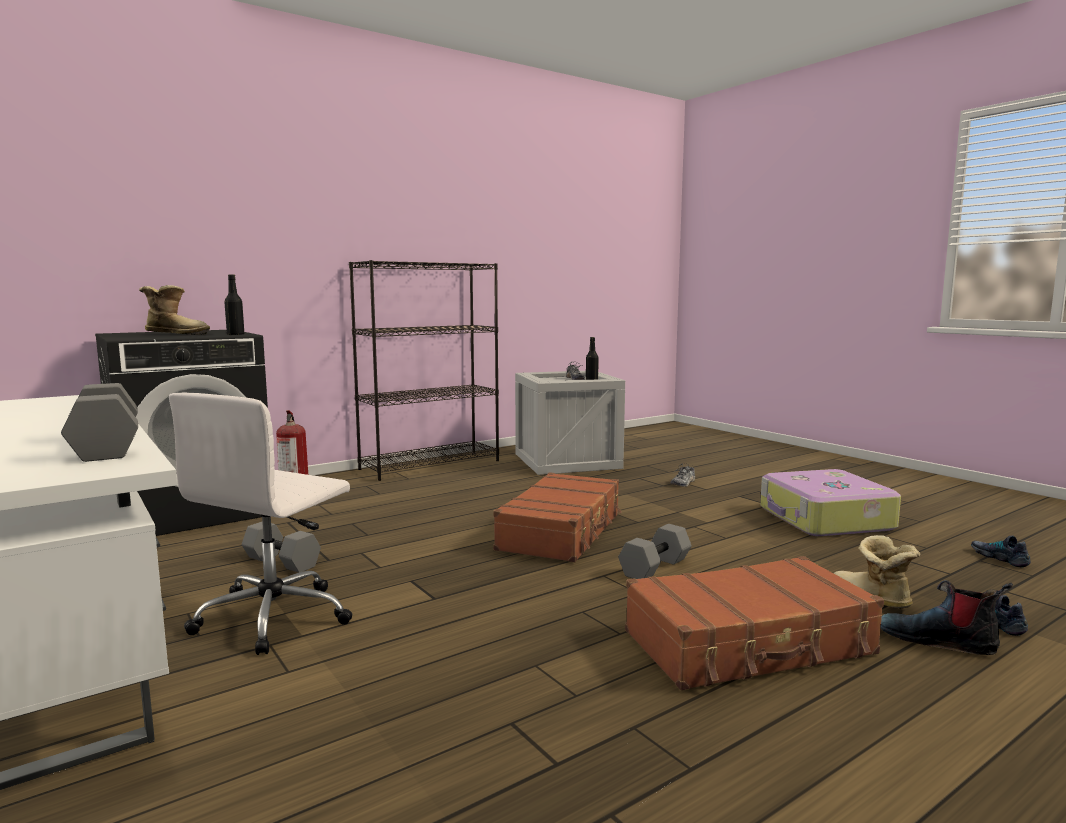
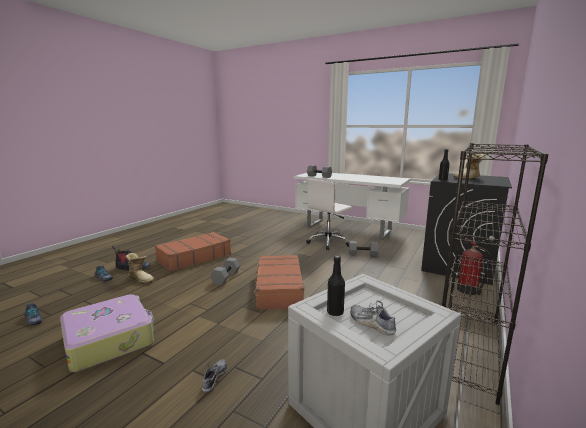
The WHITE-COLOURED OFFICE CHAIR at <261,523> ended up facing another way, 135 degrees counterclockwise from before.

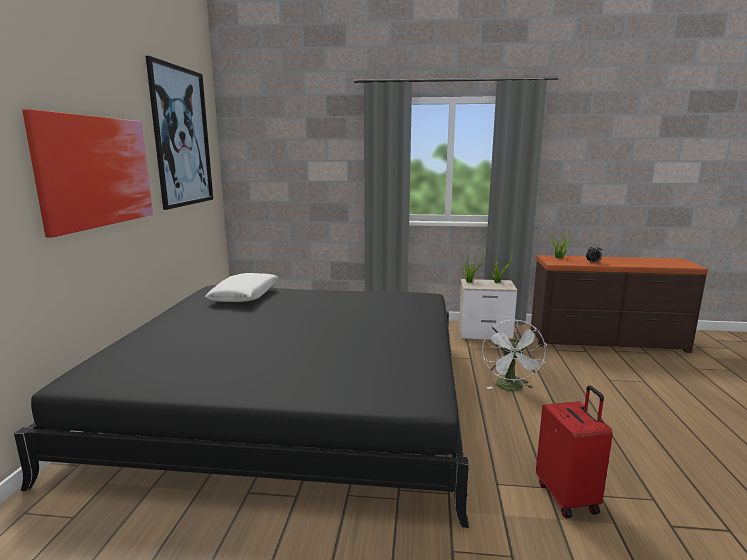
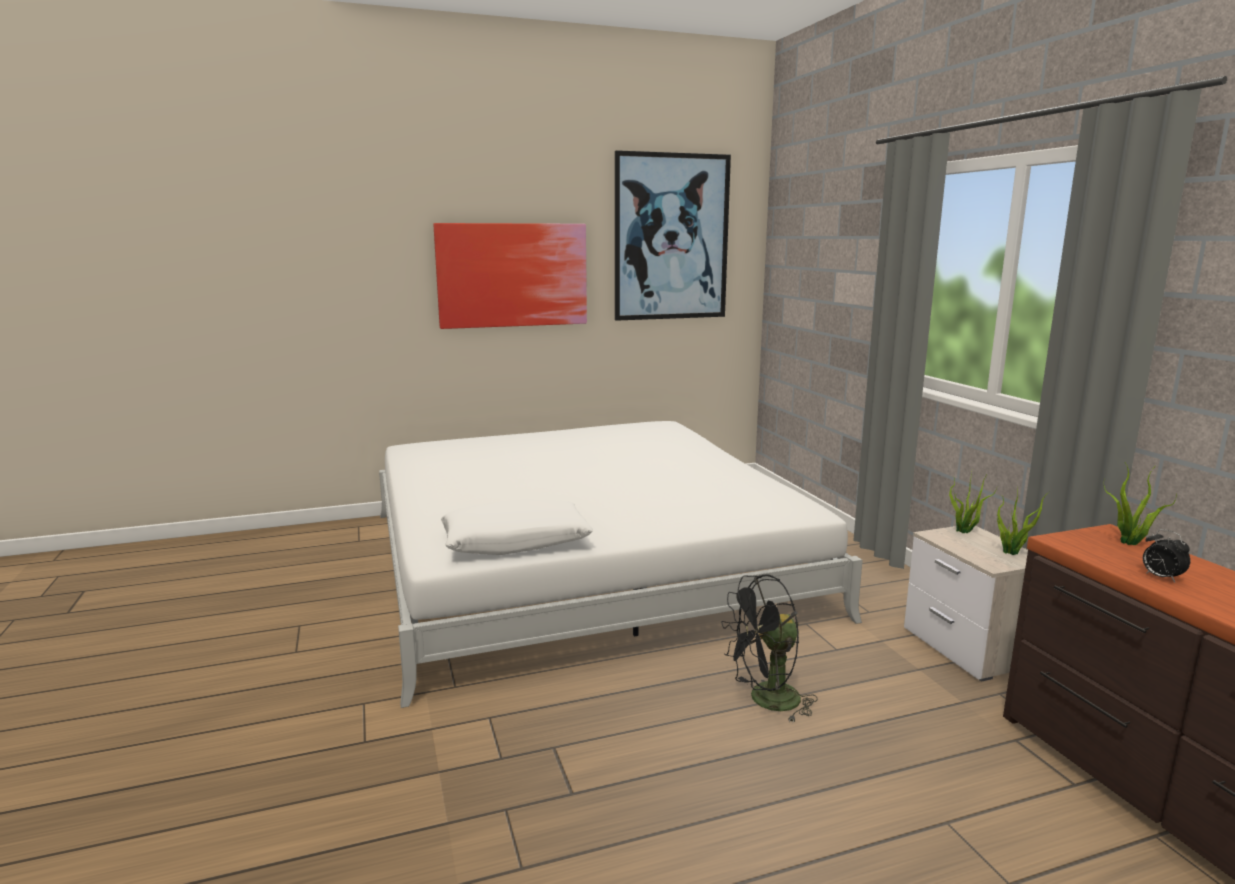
What was the BLACKISH SLEEPING BED at <241,406> turned into the WHITE-COLOURED SLEEPING BED at <621,564>.
The WHITE-COLOURED PILLOW ended up elsewhere, having gone from <242,287> to <517,527>.
What was the WHITE-COLOURED COOLING FAN at <514,355> turned into the BLACKISH COOLING FAN at <769,649>.
The second view lost the REDDISH SUITCASE at <574,451>.

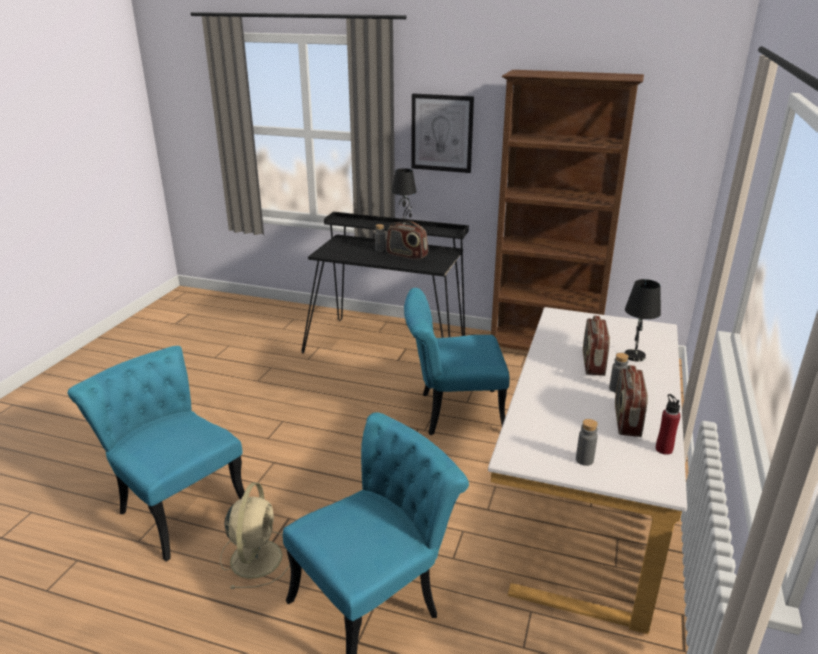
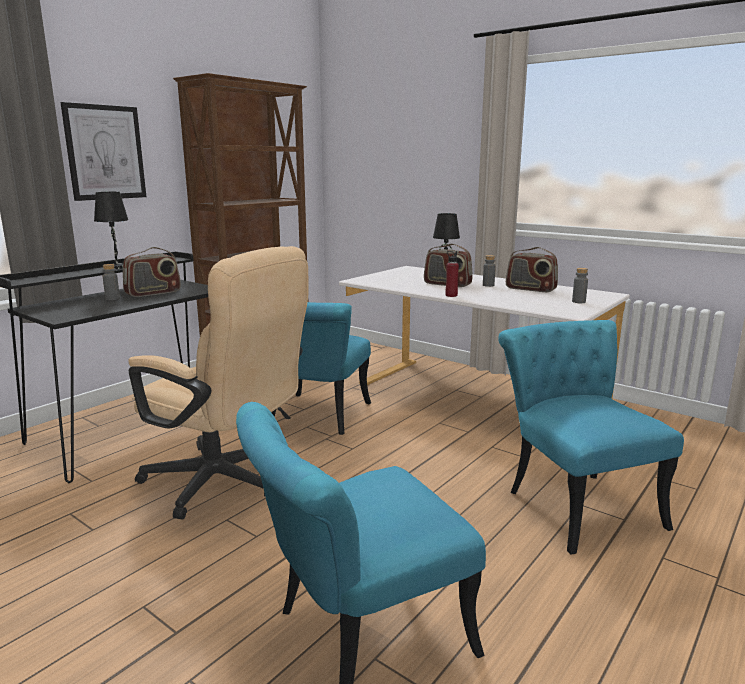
The second view lost the SAND-COLOURED COOLING FAN at <255,536>.
The REDDISH DRINK BOTTLE ended up elsewhere, having gone from <668,424> to <452,274>.
The second view gained the SAND-COLOURED OFFICE CHAIR at <218,383>.

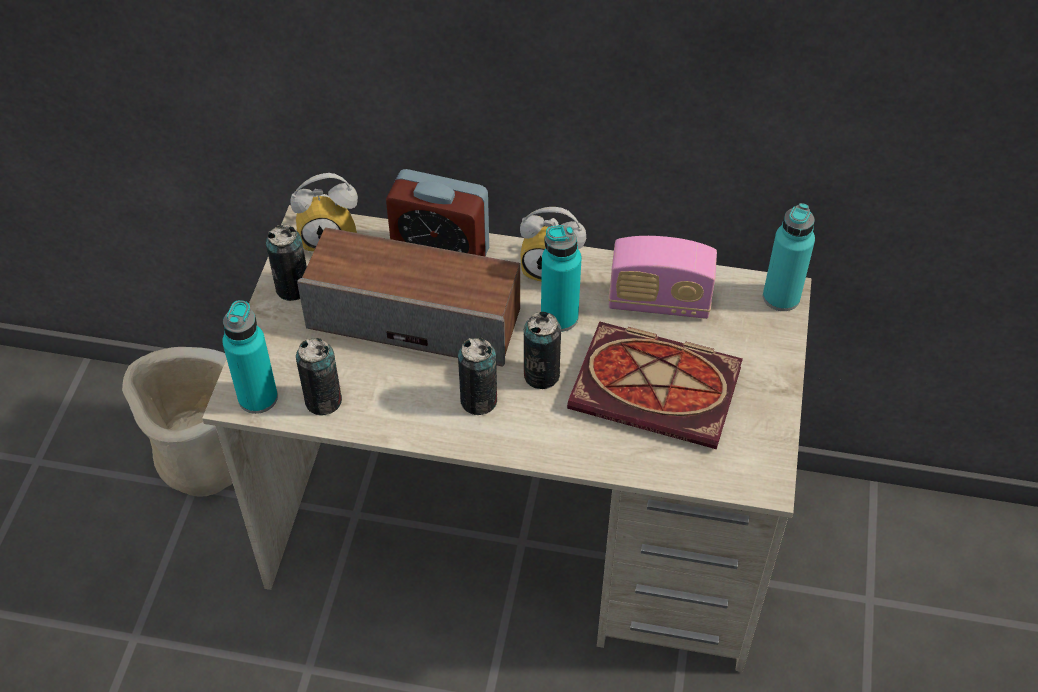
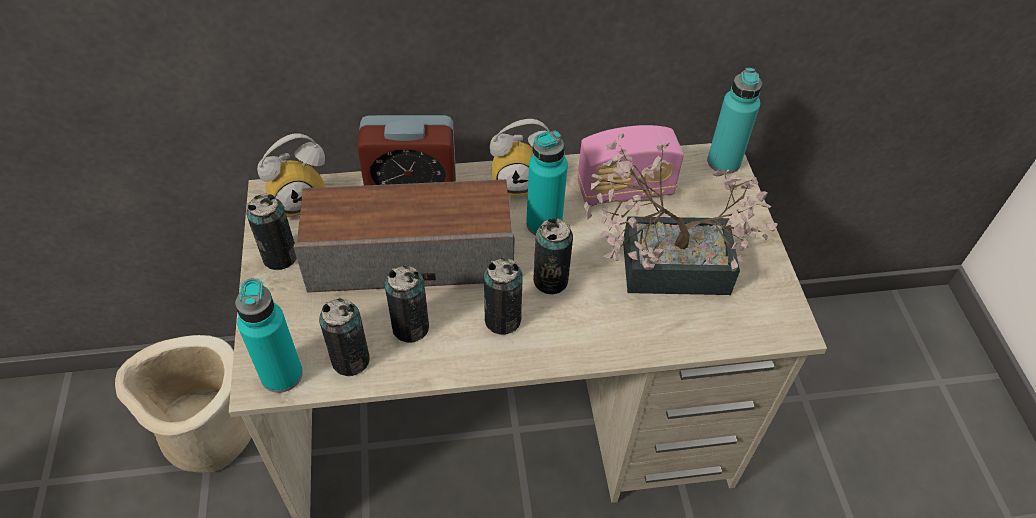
Where the BOOK stood at <655,385>, the POTTED PLANT came to stand at <681,214>.
The second view gained the CAN at <407,304>.

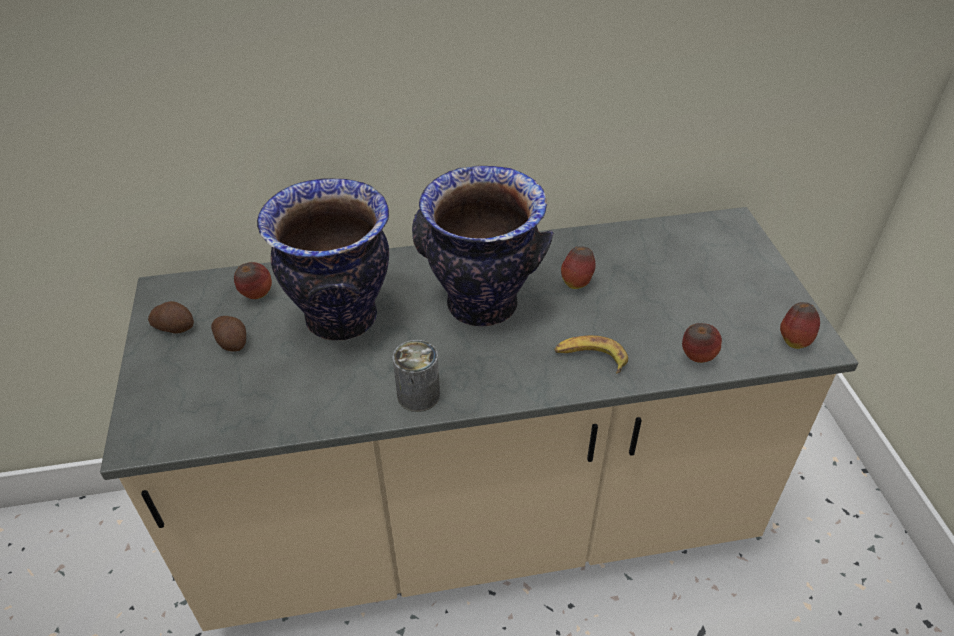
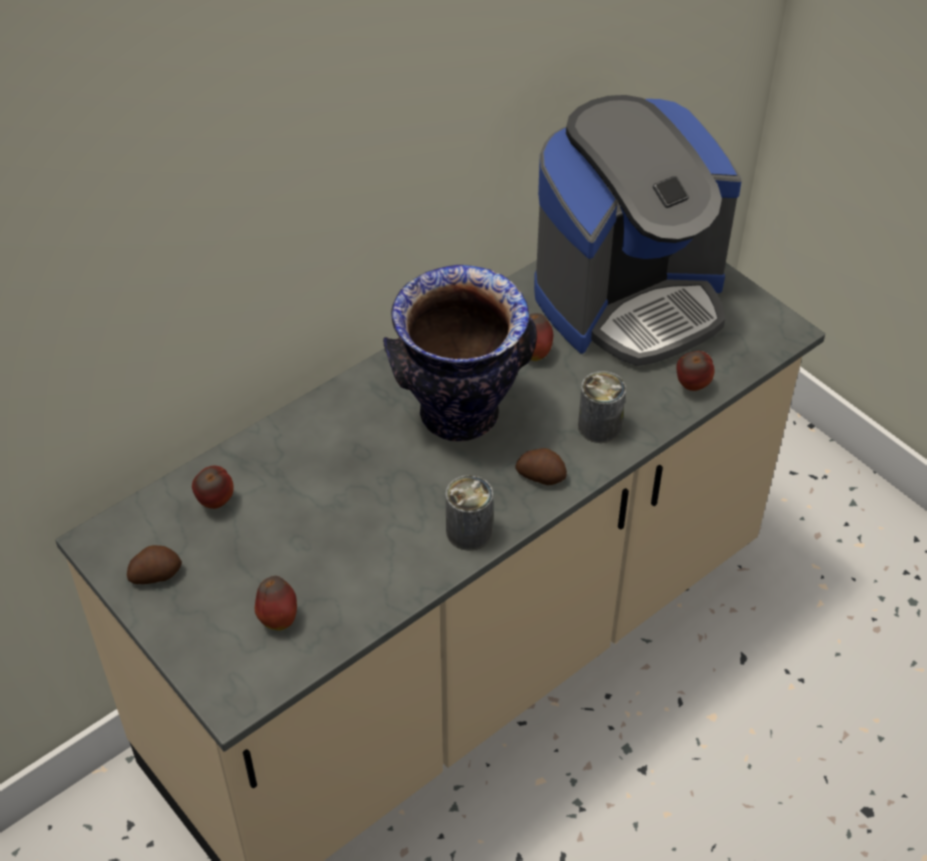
The SPUD ended up elsewhere, having gone from <228,333> to <541,466>.
The second view lost the DECORATIVE VASE at <323,259>.
Where the BANANA stood at <591,354>, the CAN came to stand at <602,407>.
The APPLE ended up elsewhere, having gone from <800,325> to <276,603>.
The second view gained the COFFEE MACHINE at <638,230>.

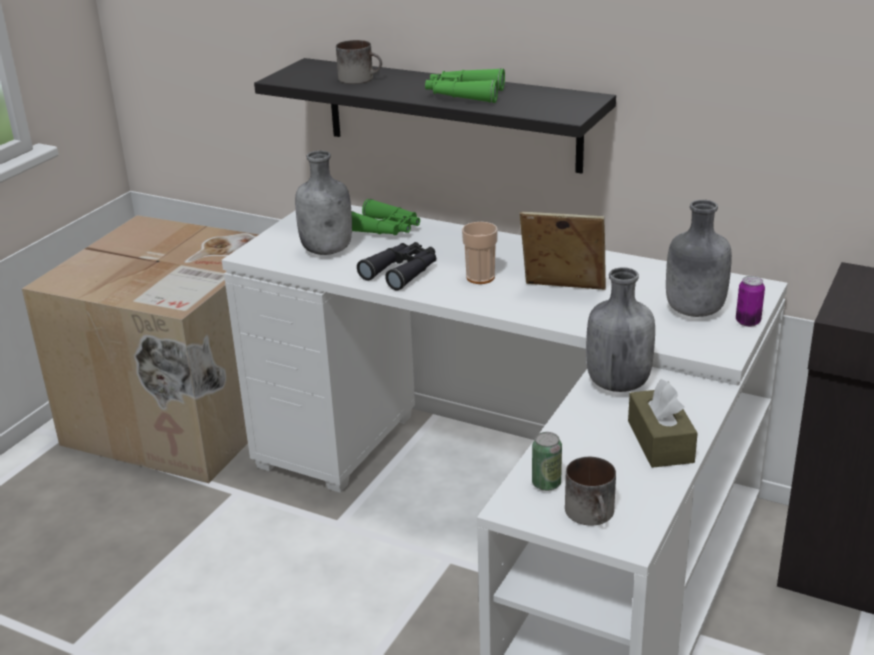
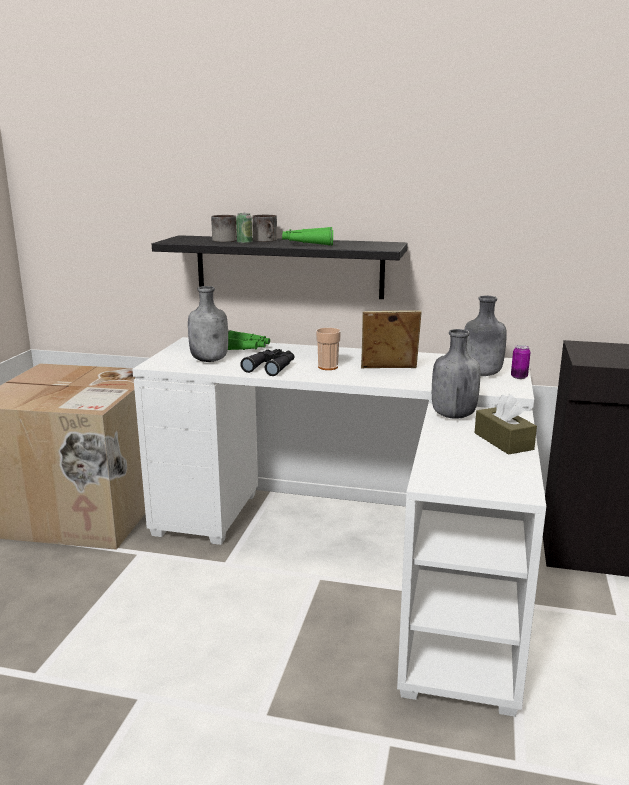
The CAN ended up elsewhere, having gone from <547,461> to <244,228>.
The TEA MUG ended up elsewhere, having gone from <590,491> to <264,228>.

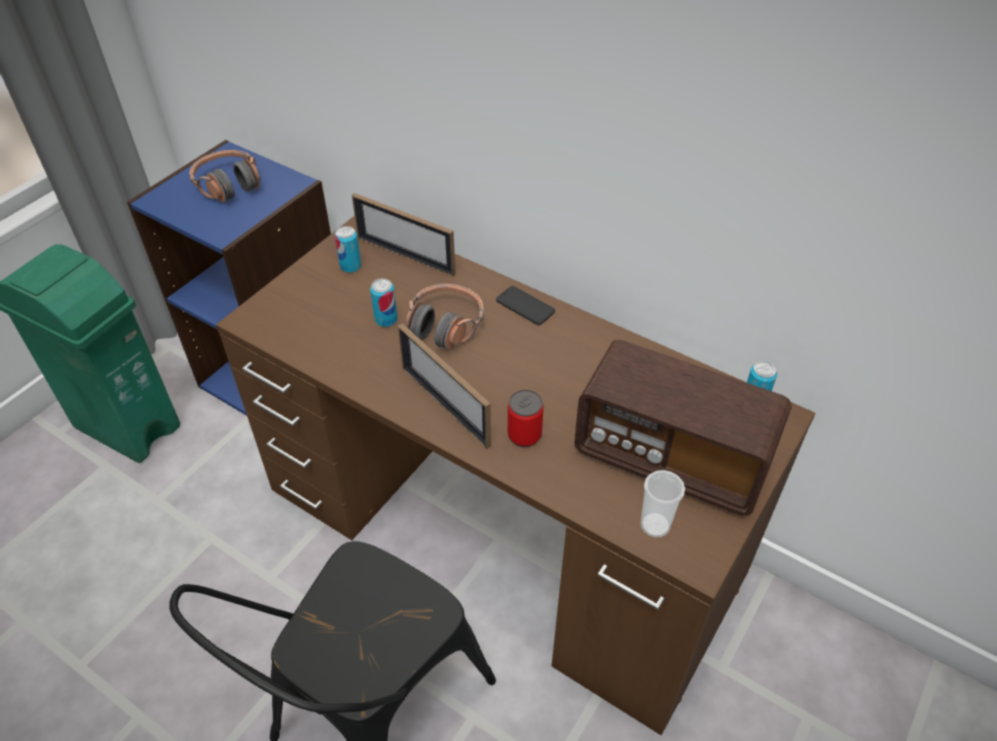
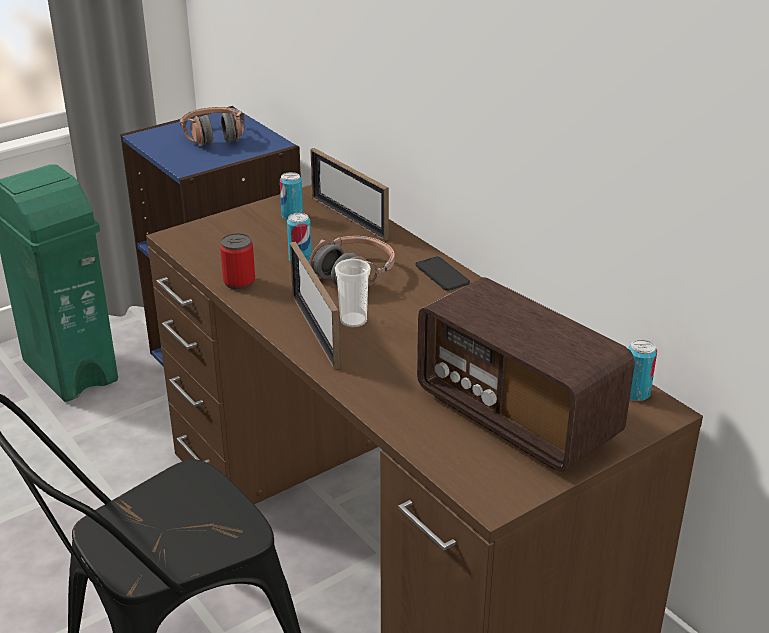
The CAN ended up elsewhere, having gone from <525,418> to <237,261>.
The DRINKING CUP ended up elsewhere, having gone from <662,504> to <353,293>.

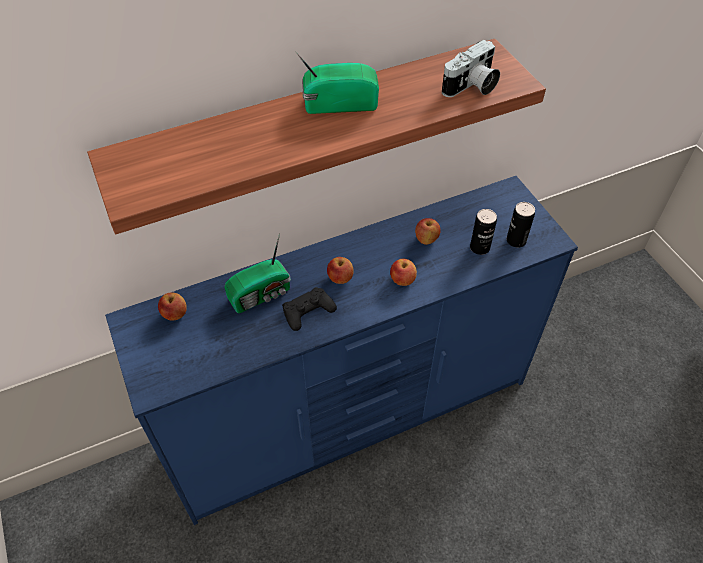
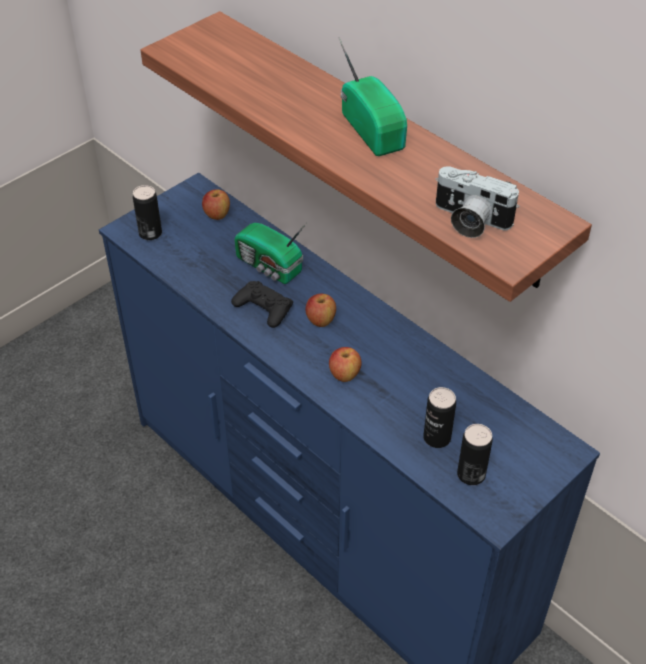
The second view lost the APPLE at <428,231>.
The second view gained the CAN at <147,212>.

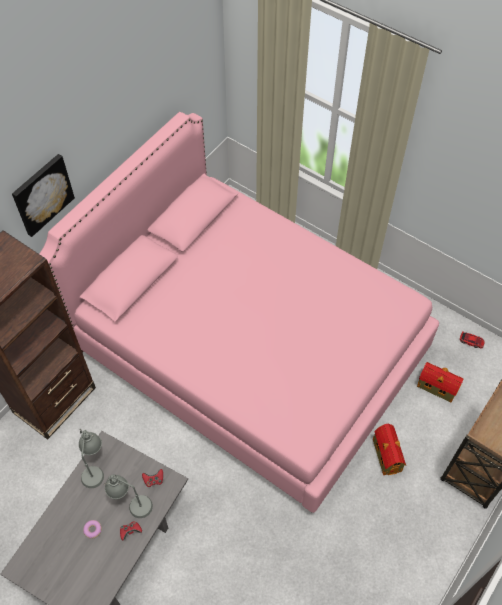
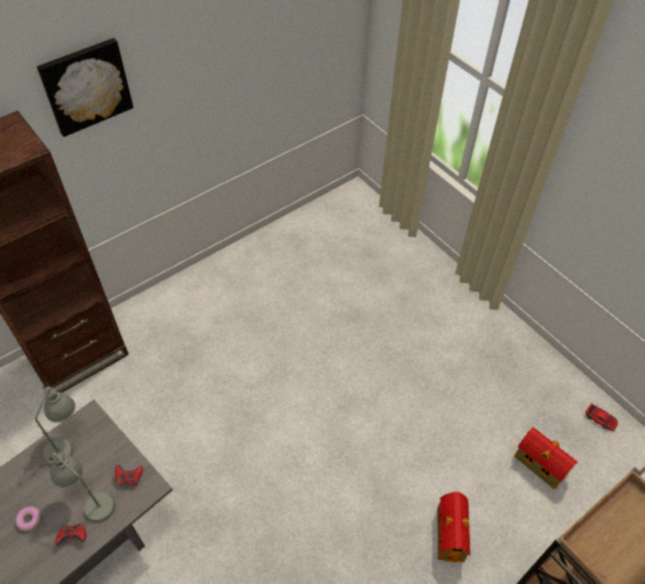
The second view lost the PINK SLEEPING BED at <239,312>.

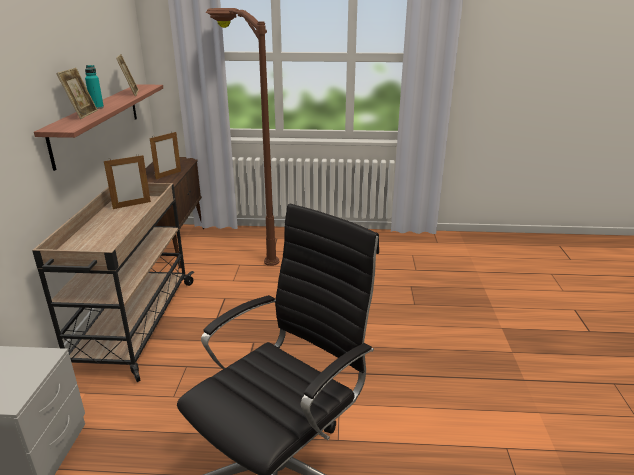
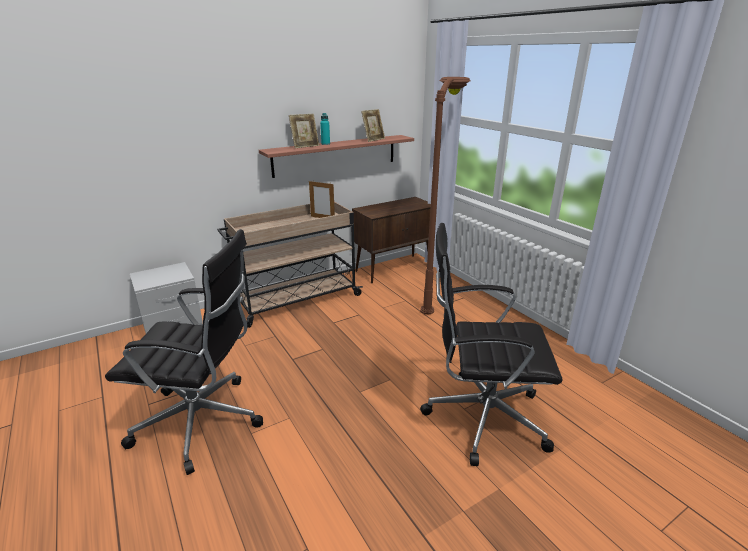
The second view lost the STANDING FRAME at <165,155>.
The second view gained the BLACKISH OFFICE CHAIR at <491,344>.

